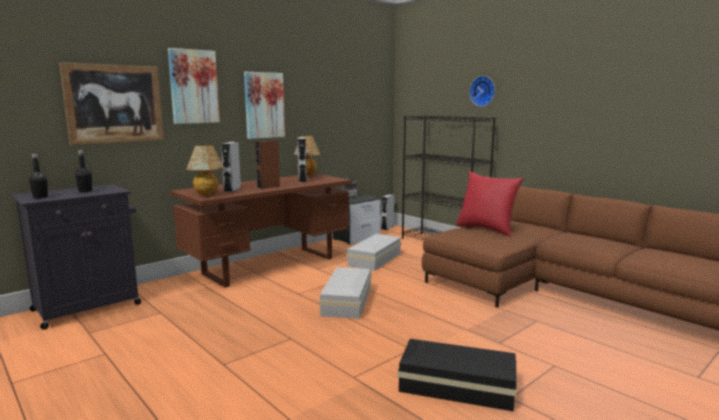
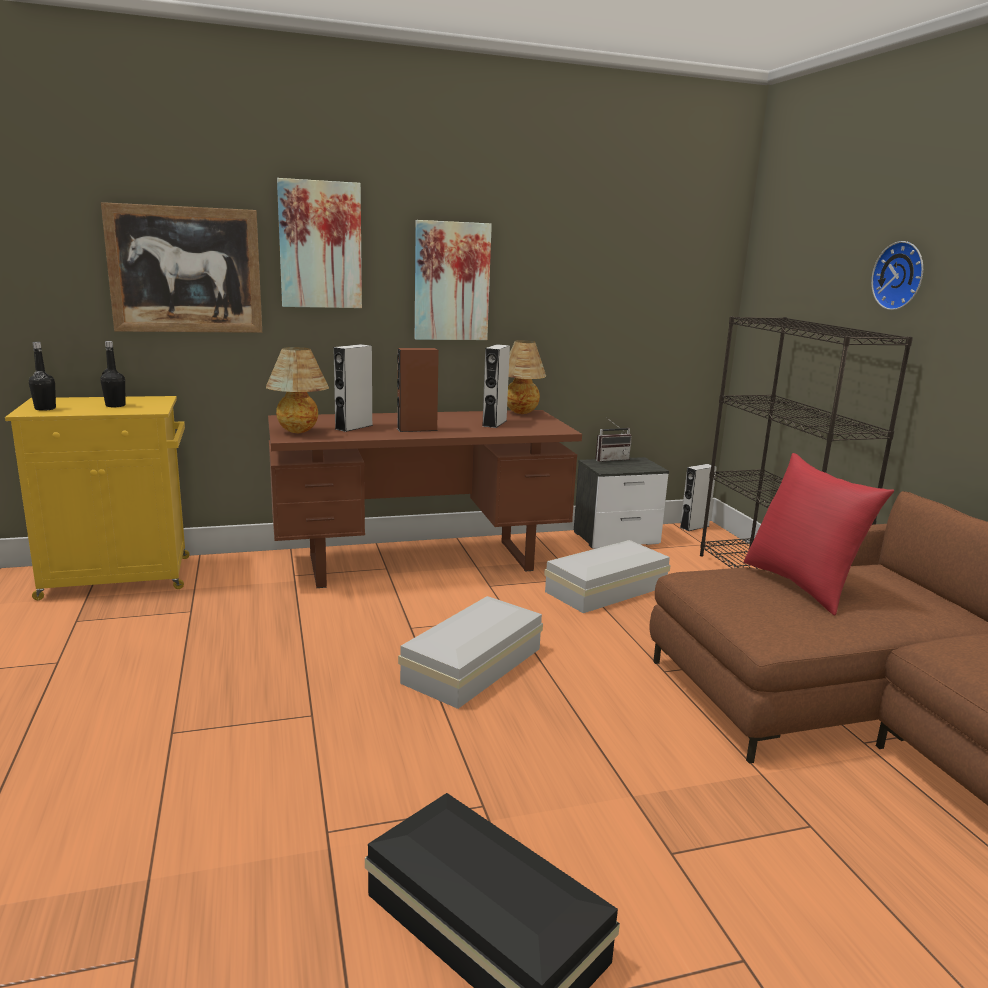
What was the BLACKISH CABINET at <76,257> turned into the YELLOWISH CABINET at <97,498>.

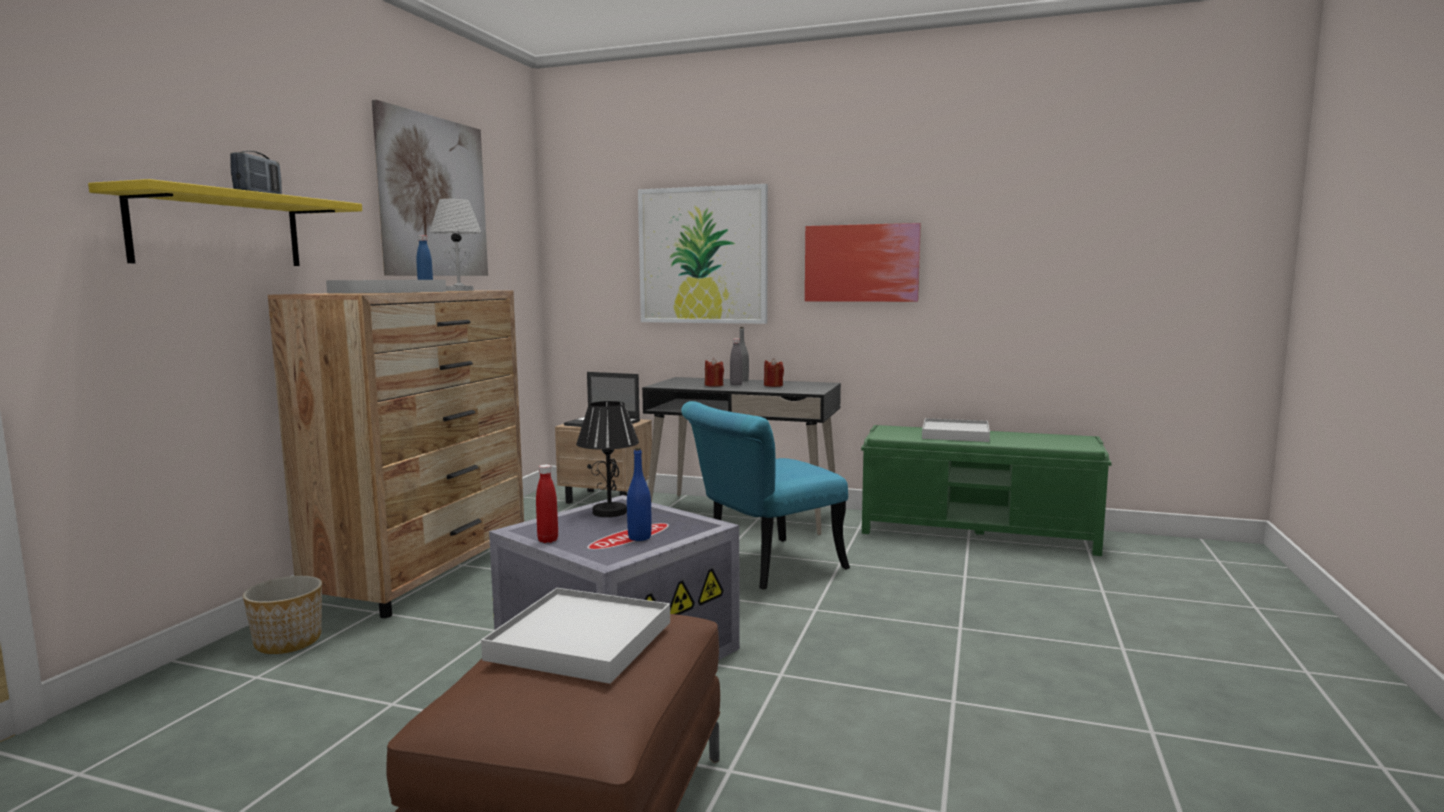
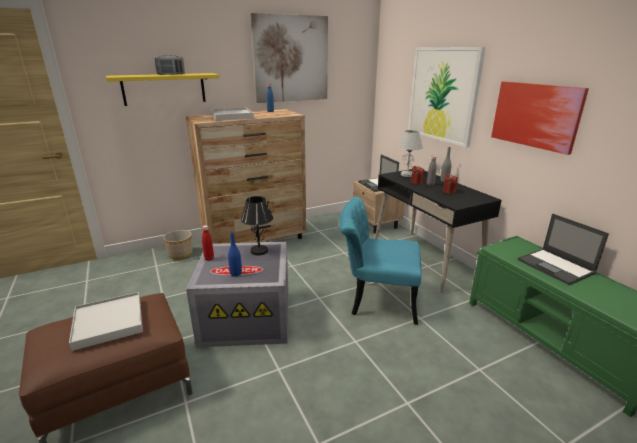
The WHITE-COLOURED LAMP FOR A TABLE ended up elsewhere, having gone from <456,245> to <410,153>.
Where the WHITE-COLOURED CARRYING TRAY stood at <956,430>, the LAPTOP came to stand at <563,249>.

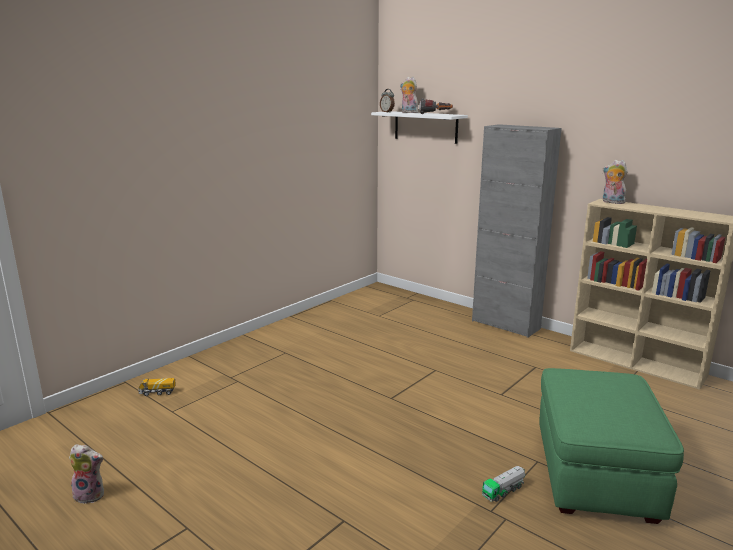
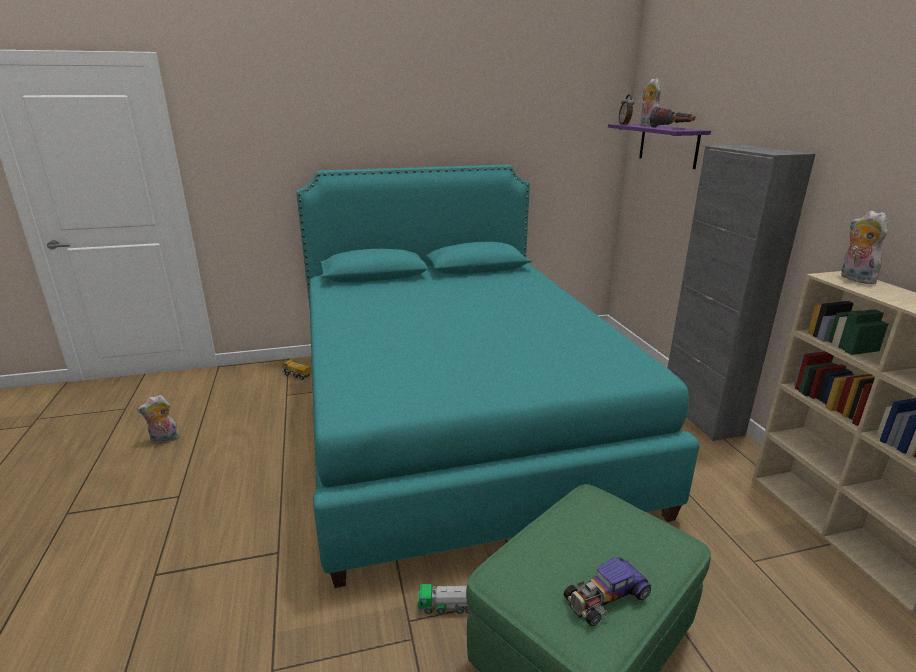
The SOFT TOY at <86,474> ended up facing another way, 120 degrees clockwise from before.
What was the WHITE-COLOURED SHELF at <419,127> turned into the PURPLE-COLOURED SHELF at <659,146>.
The second view gained the TURQUOISE-COLOURED SLEEPING BED at <497,376>.
The second view gained the MINIATURE CAR at <607,591>.

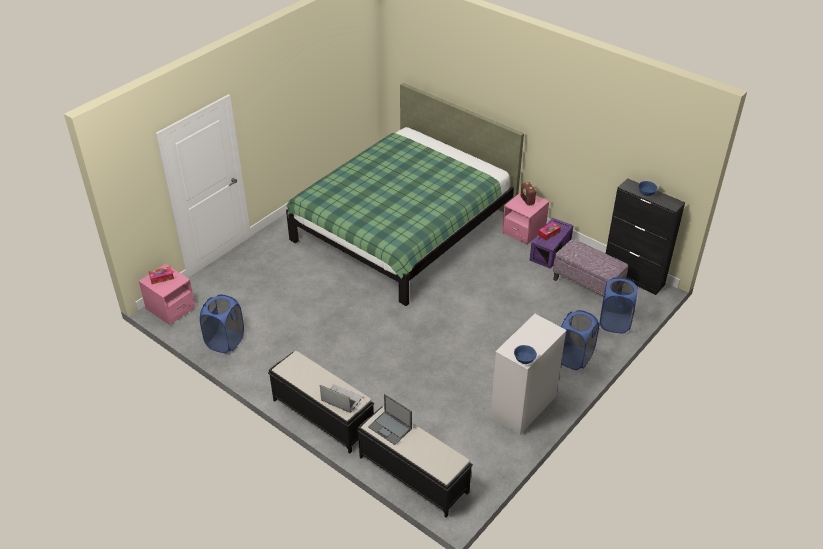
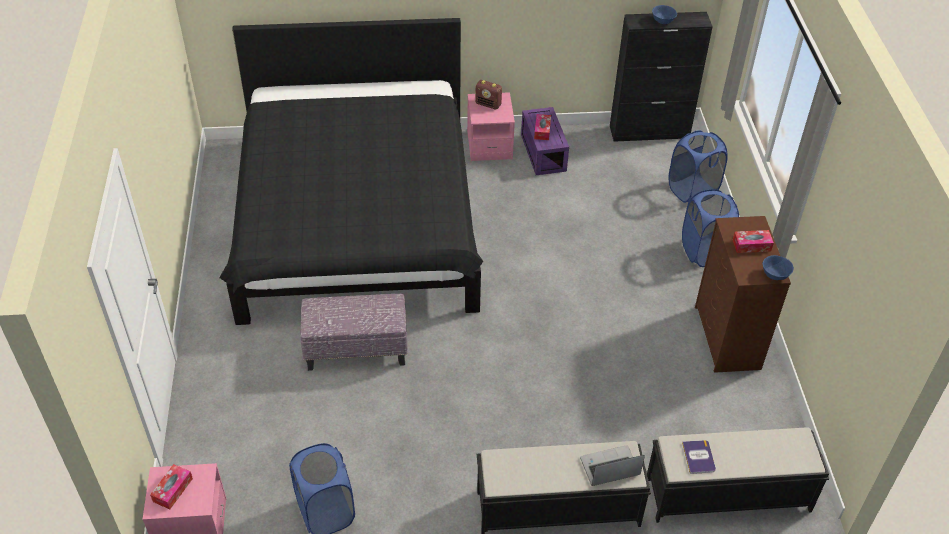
What was the GREEN SLEEPING BED at <405,194> turned into the BLACKISH SLEEPING BED at <351,171>.
Where the LAPTOP stood at <390,419>, the BOOK came to stand at <699,457>.
What was the WHITE-COLOURED DRESSER at <528,374> turned into the BROWN DRESSER at <743,294>.
The POUFFE ended up elsewhere, having gone from <590,267> to <354,332>.
The second view gained the TISSUE HOLDER at <753,241>.

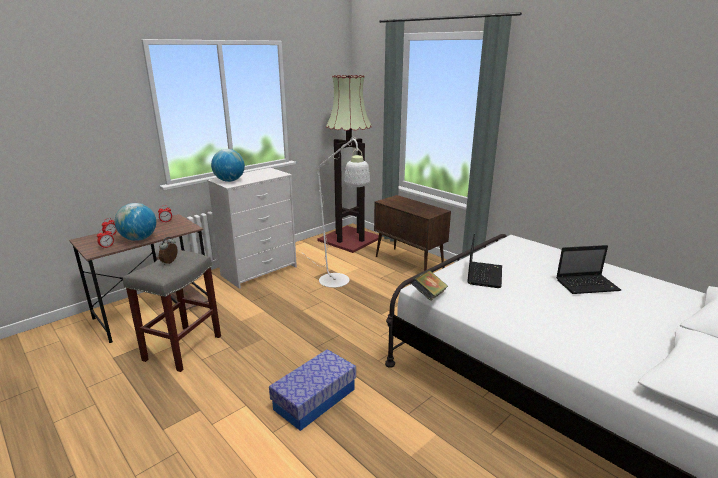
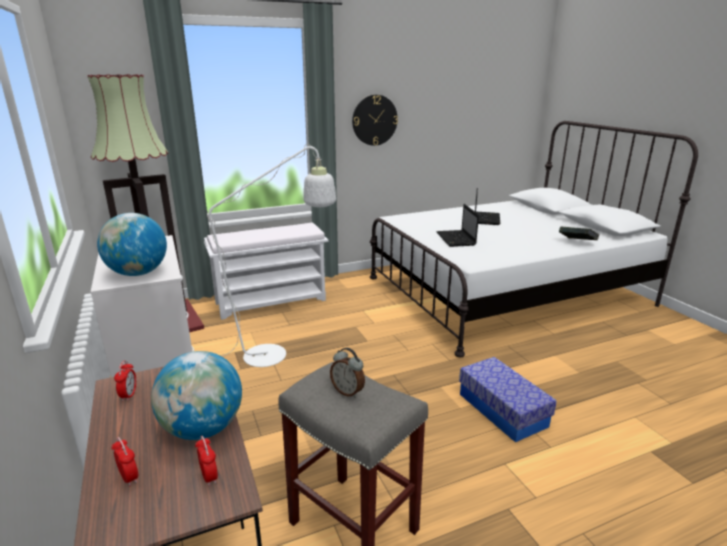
Where the BROWN CABINET stood at <412,233>, the WHITE-COLOURED LONG SEAT came to stand at <266,271>.
The BOOK ended up elsewhere, having gone from <429,285> to <579,233>.
The LAPTOP at <484,261> ended up facing another way, 135 degrees counterclockwise from before.
The second view gained the WALL CLOCK at <375,120>.

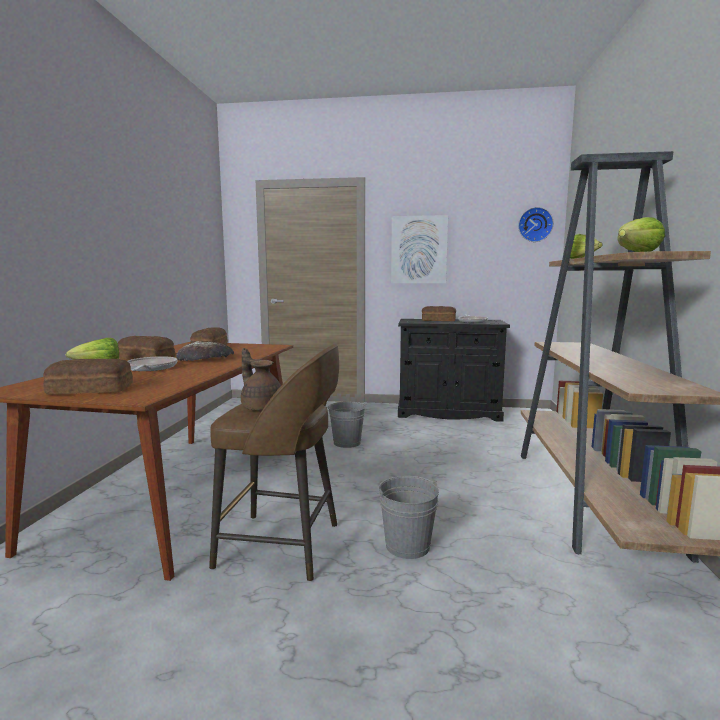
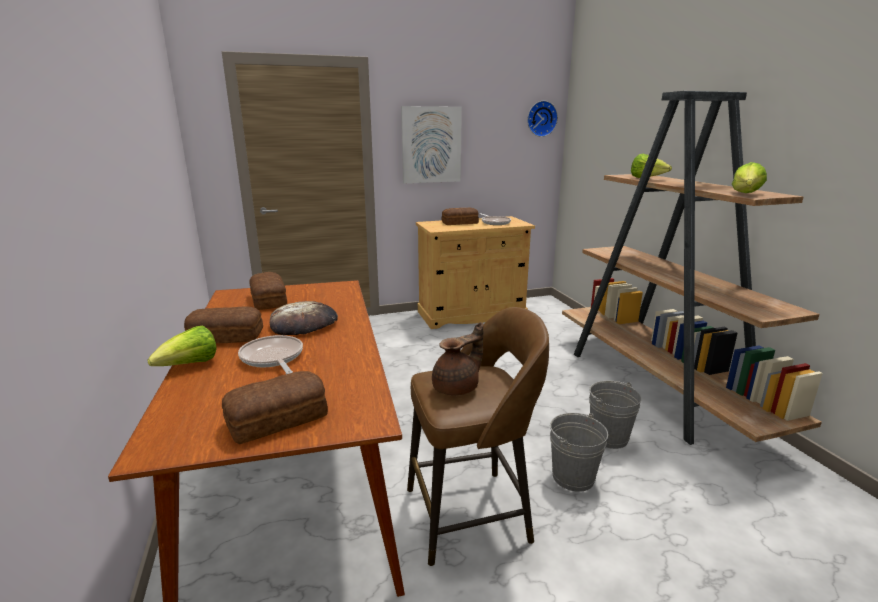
The BROWN POT FOR TEA at <261,379> ended up facing another way, 120 degrees clockwise from before.
The GRAY WATER BUCKET ended up elsewhere, having gone from <346,425> to <615,415>.
What was the BLACKISH CABINET at <454,370> turned into the SAND-COLOURED CABINET at <475,272>.

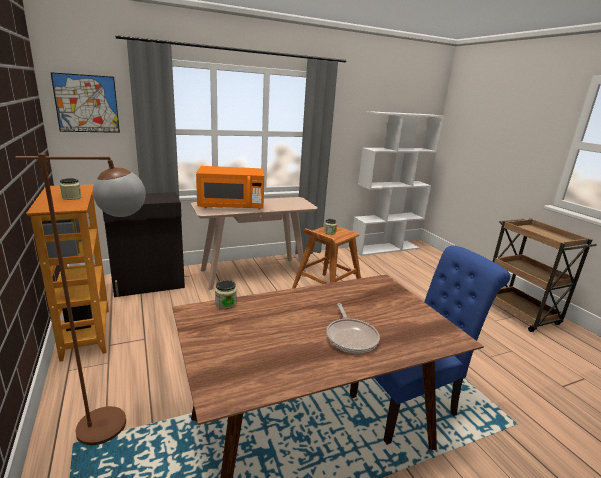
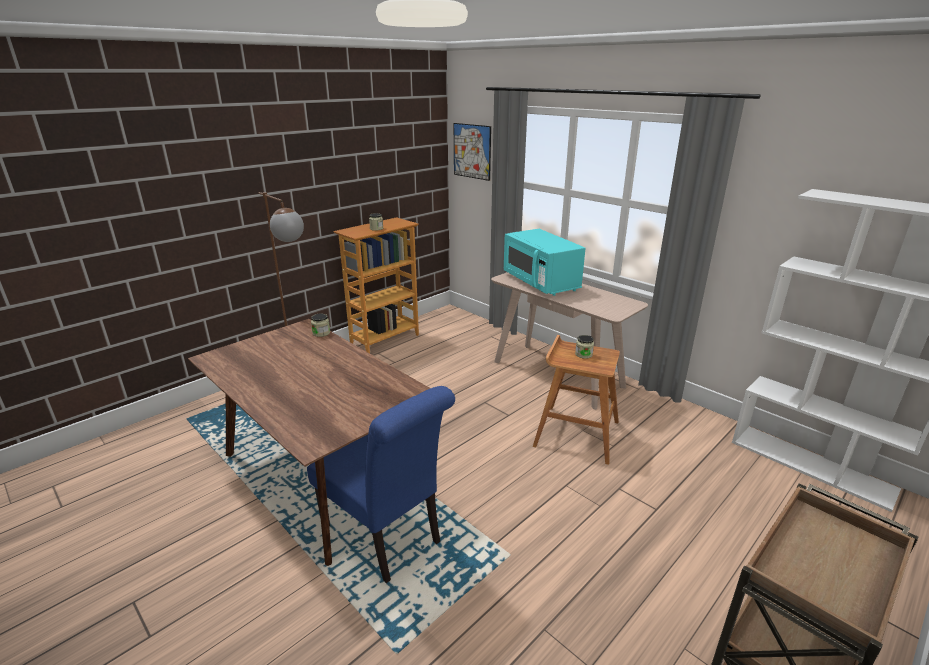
The second view lost the BLACKISH CABINET at <144,244>.
What was the ORANGE-COLOURED MICROWAVE at <230,188> turned into the TURQUOISE-COLOURED MICROWAVE at <545,262>.
The second view lost the FRYING PAN at <353,328>.

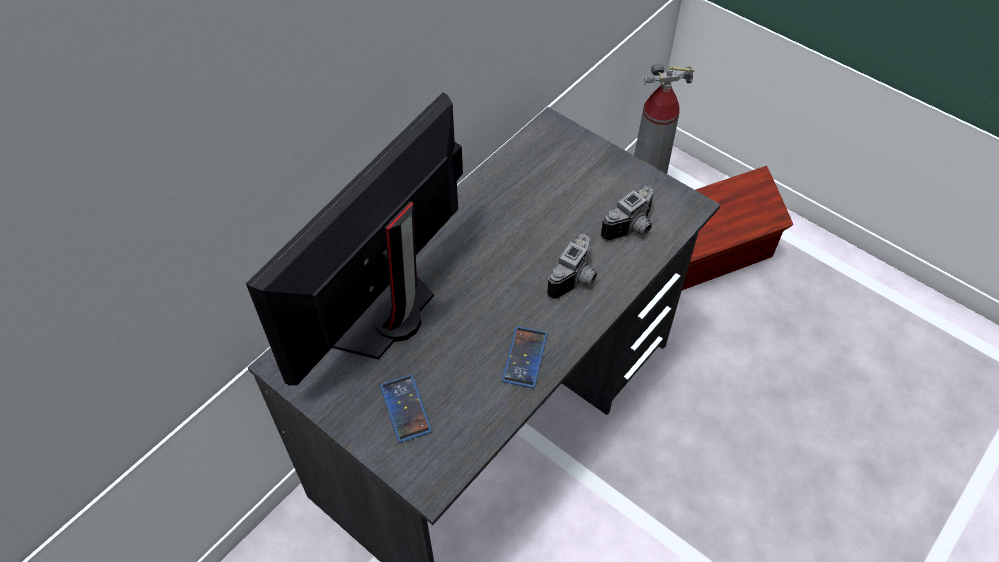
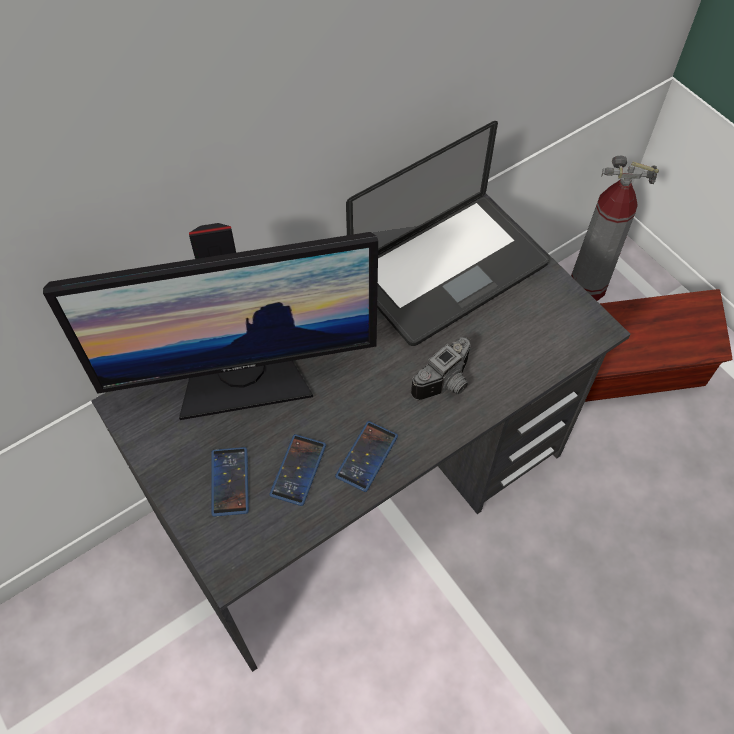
The MONITOR at <354,238> ended up facing another way, 150 degrees counterclockwise from before.
The second view lost the PHOTO CAMERA at <627,213>.
The second view gained the HANDSET at <297,470>.
The second view gained the LAPTOP at <447,233>.

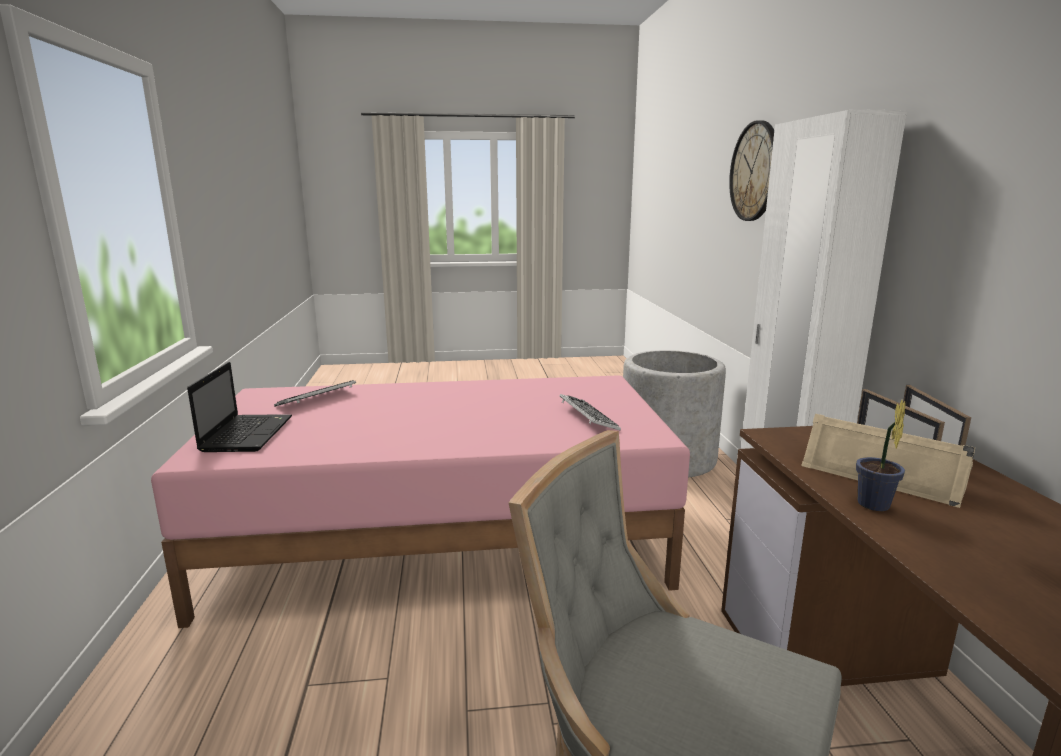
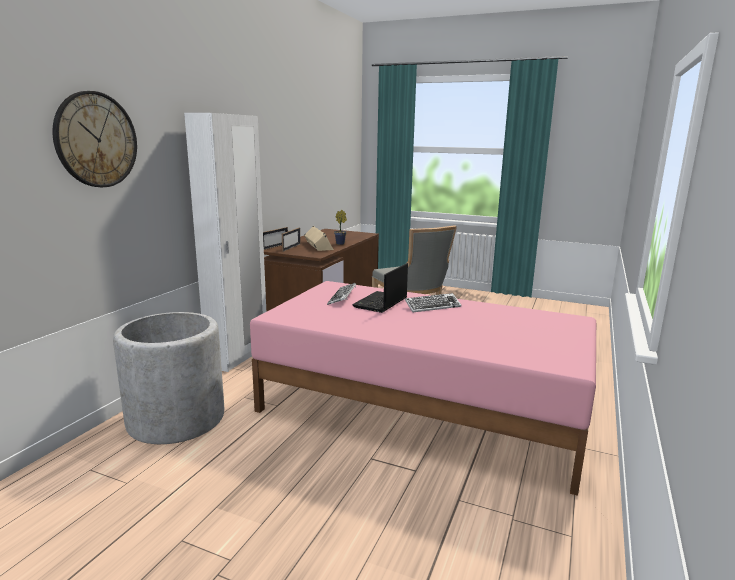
The LAPTOP ended up elsewhere, having gone from <239,407> to <380,288>.
The COMPUTER KEYBOARD ended up elsewhere, having gone from <315,393> to <433,302>.

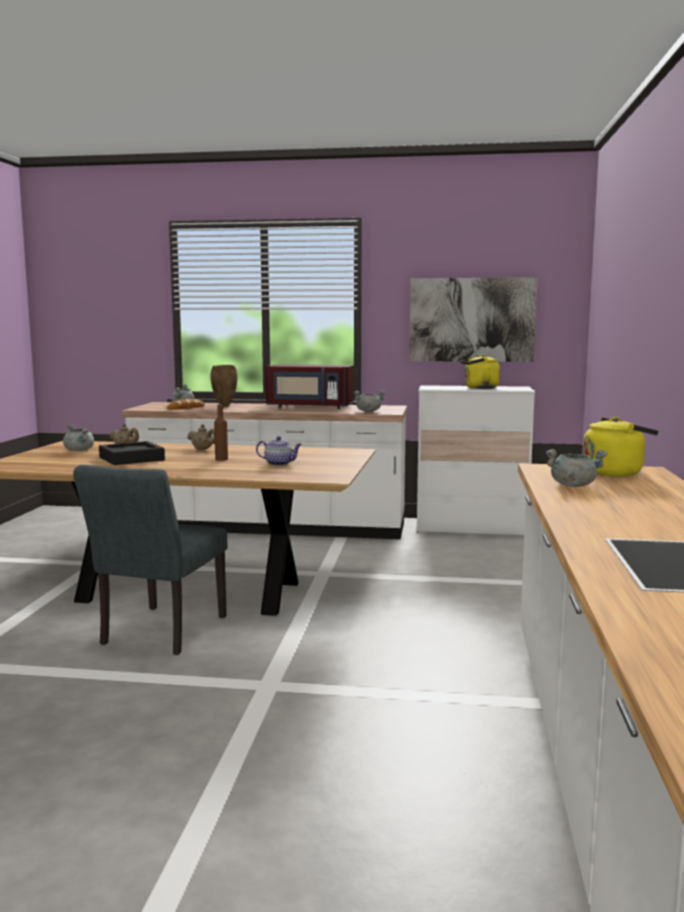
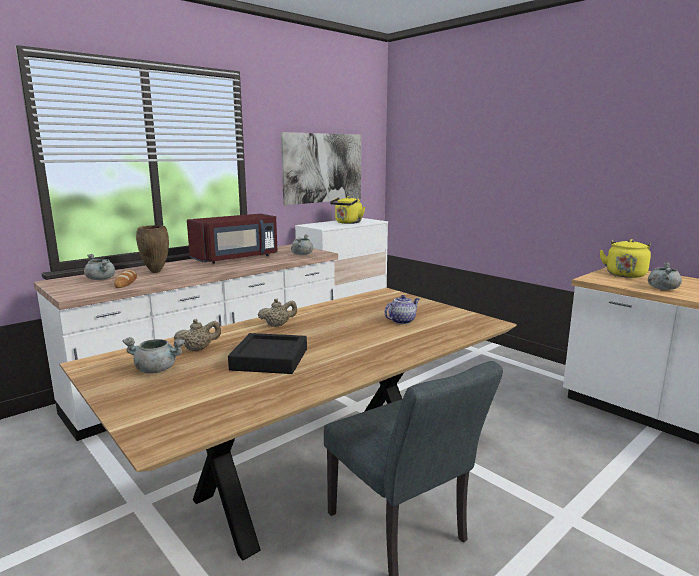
The second view lost the BROWN DRINK BOTTLE at <221,432>.

